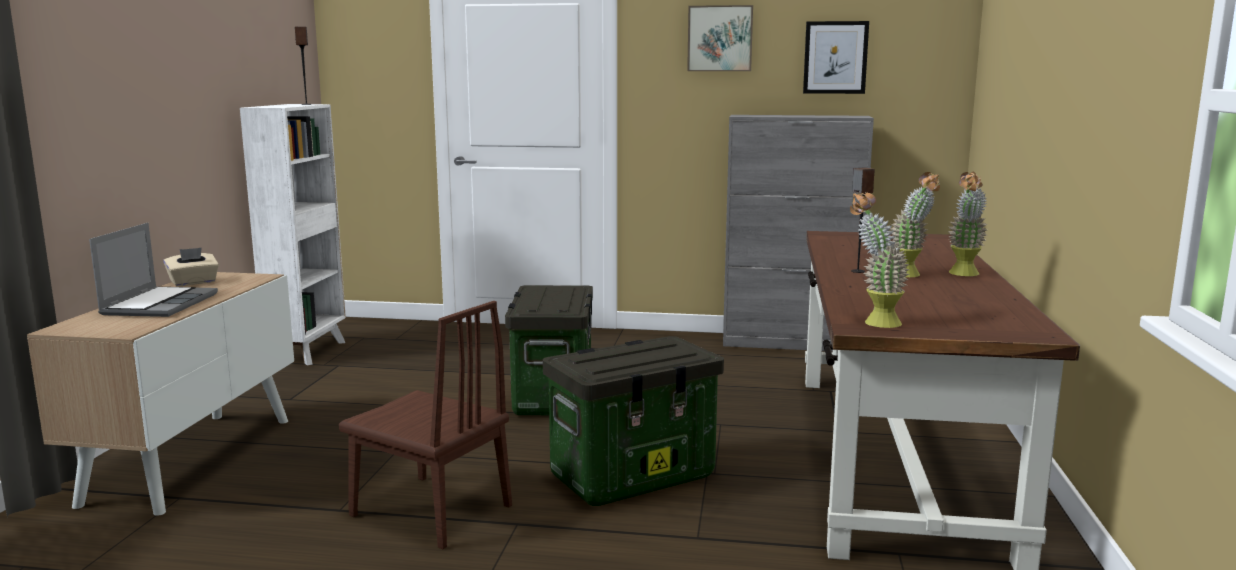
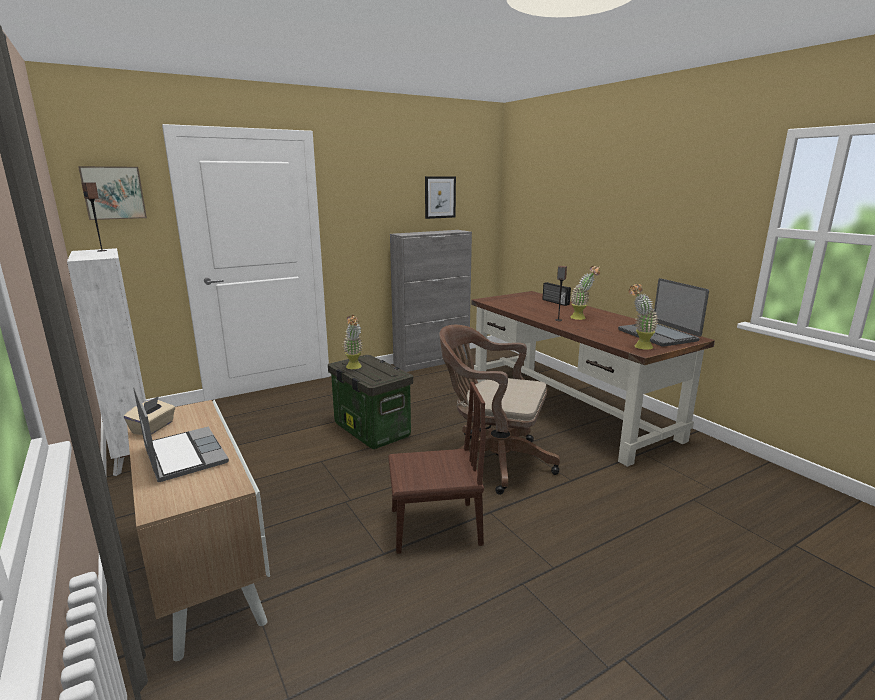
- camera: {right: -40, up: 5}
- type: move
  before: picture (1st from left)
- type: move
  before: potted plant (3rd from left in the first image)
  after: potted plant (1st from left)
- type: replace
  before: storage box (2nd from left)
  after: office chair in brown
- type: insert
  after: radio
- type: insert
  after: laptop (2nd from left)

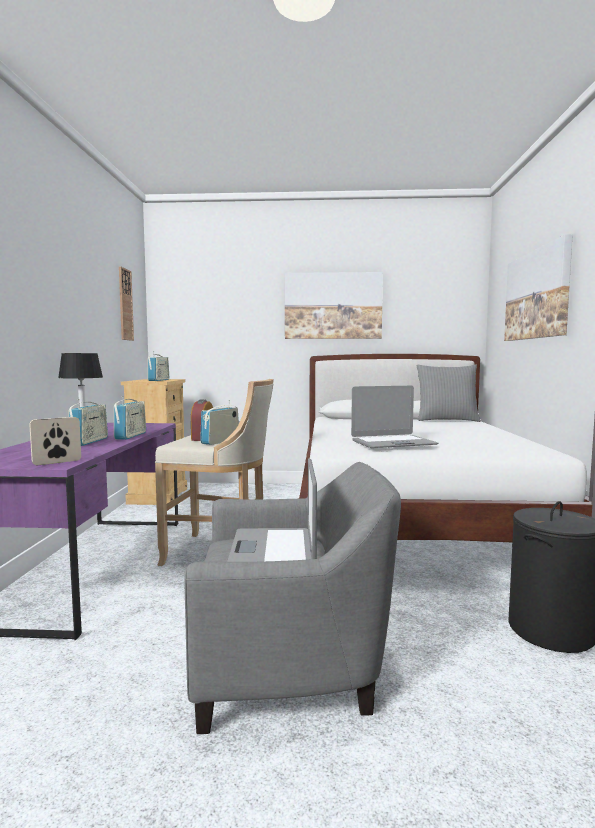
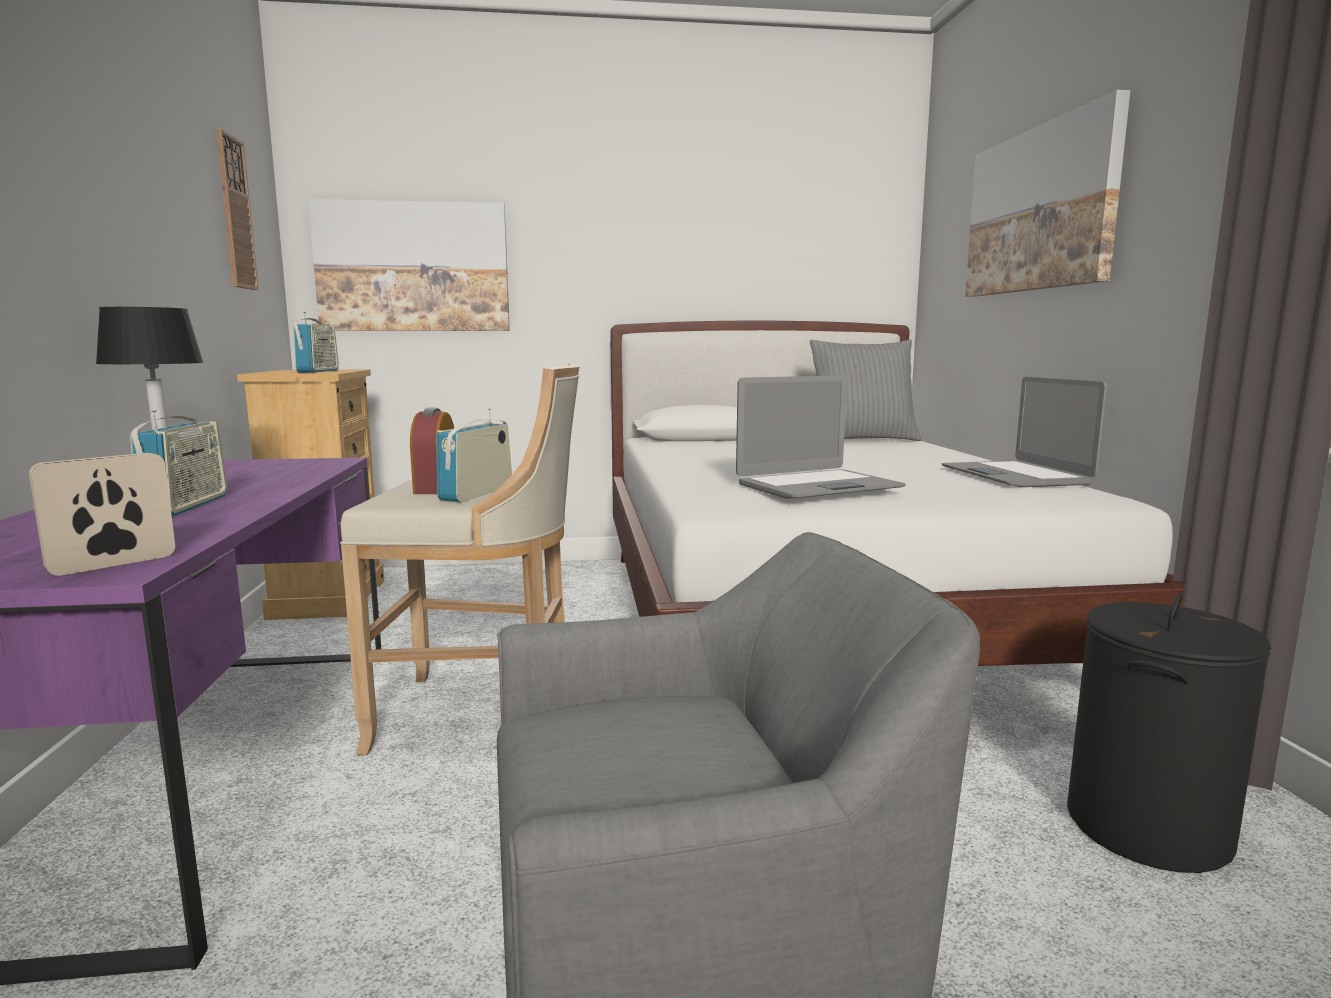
- camera: {right: -10, up: 5}
- type: move
  before: picture (1st from left)
- type: move
  before: laptop (1st from left in the first image)
  after: laptop (2nd from left)
- type: delete
  before: radio (2nd from left)

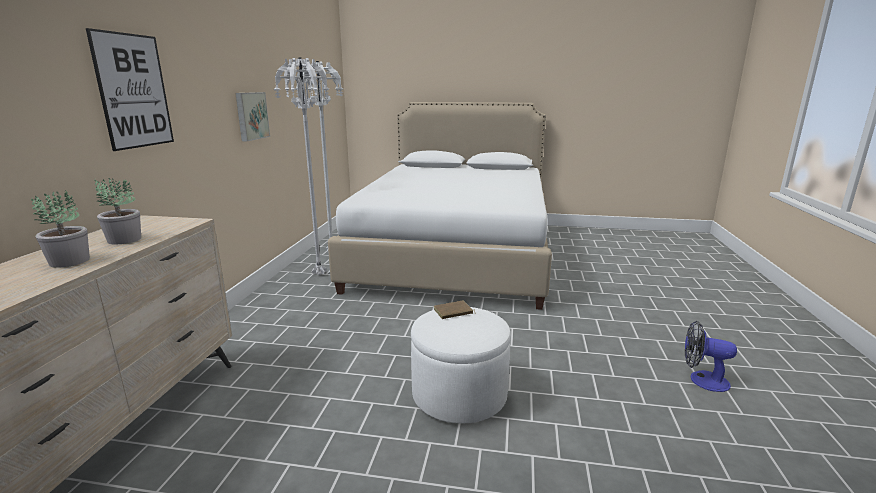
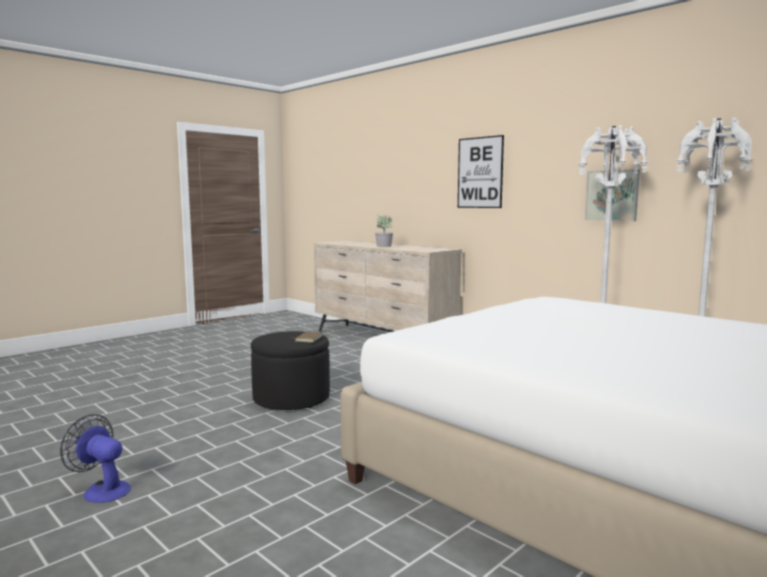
- camera: {right: 125, up: -10}
- type: rotate
  before: fan
  turn: -120
- type: recolor
  before: ottoman in white
  after: ottoman in black
- type: delete
  before: potted plant (2nd from left)

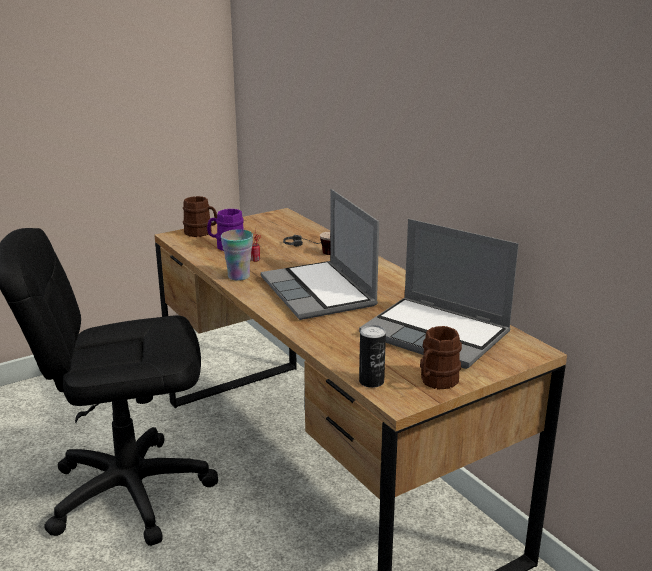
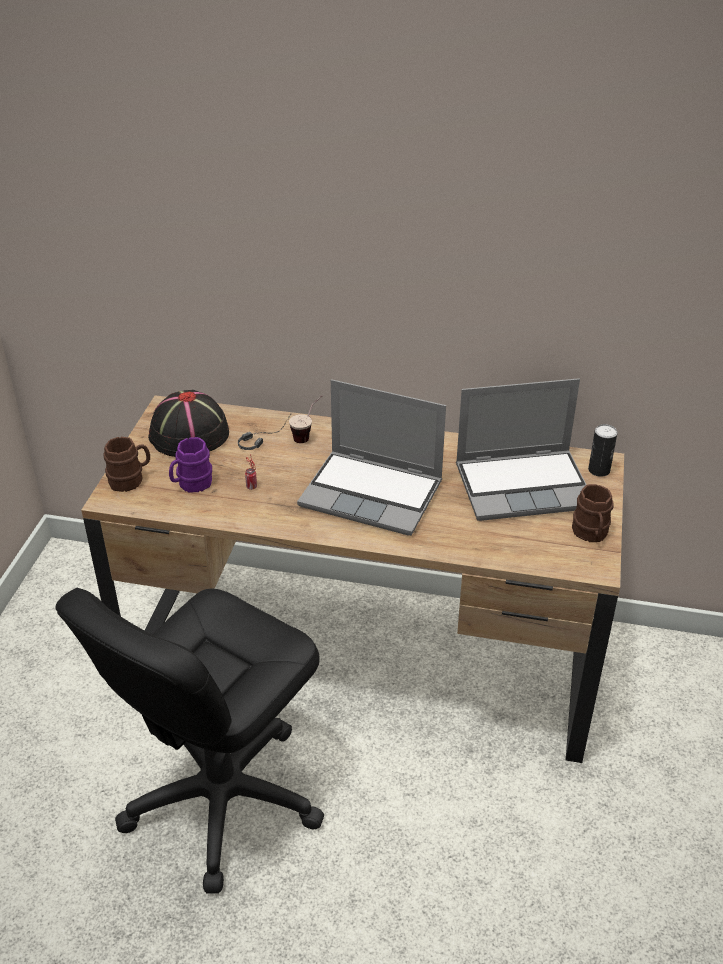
- camera: {right: -45, up: 15}
- type: insert
  after: hat in black
- type: move
  before: can (2nd from left)
- type: delete
  before: cup (1st from left)

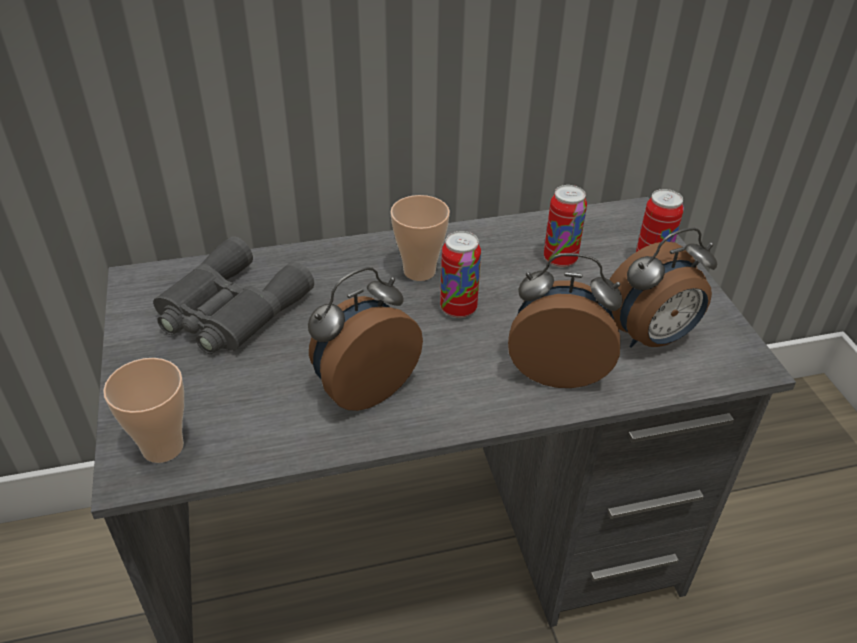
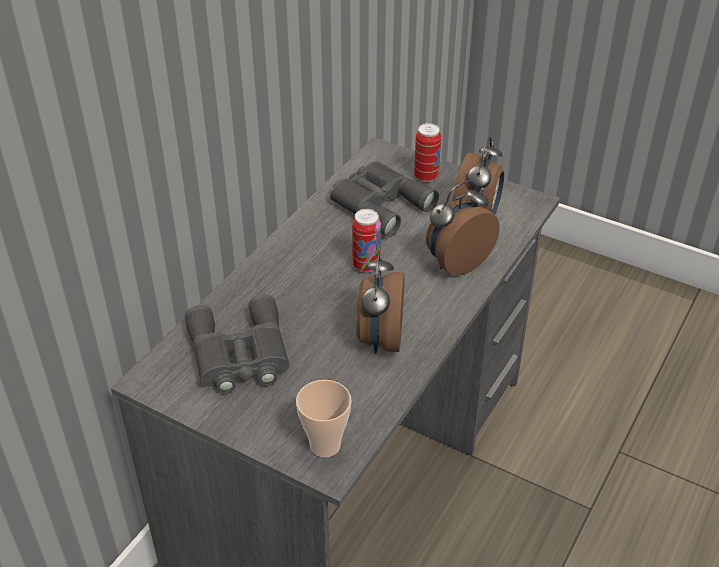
- camera: {right: -45, up: 0}
- type: replace
  before: can (2nd from left)
  after: binoculars in grey (2nd from left)
- type: delete
  before: cup (2nd from left)

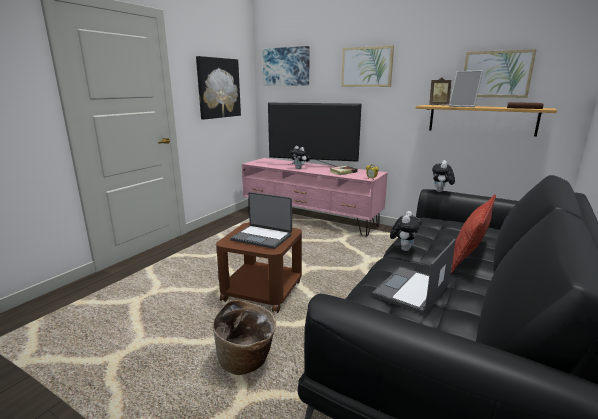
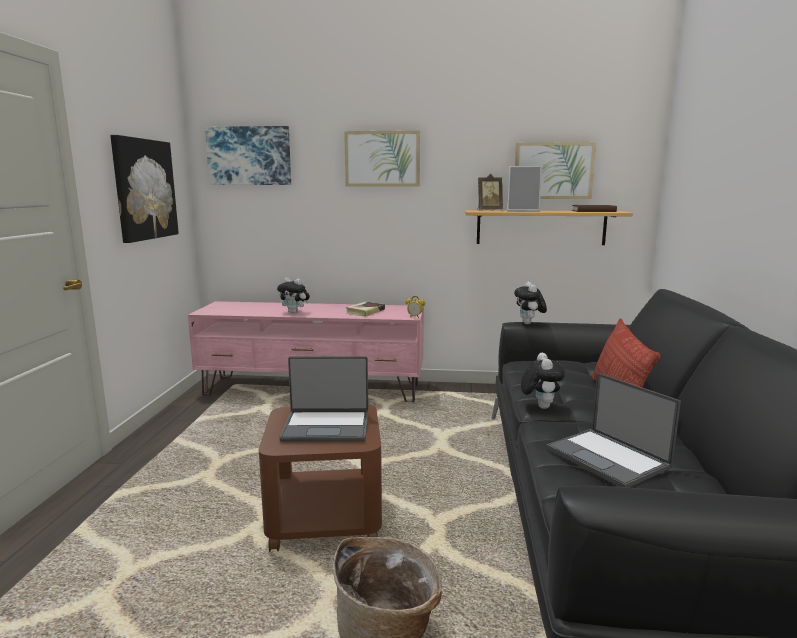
- camera: {right: -25, up: -5}
- type: rotate
  before: laptop (2nd from left)
  turn: -45
- type: delete
  before: television

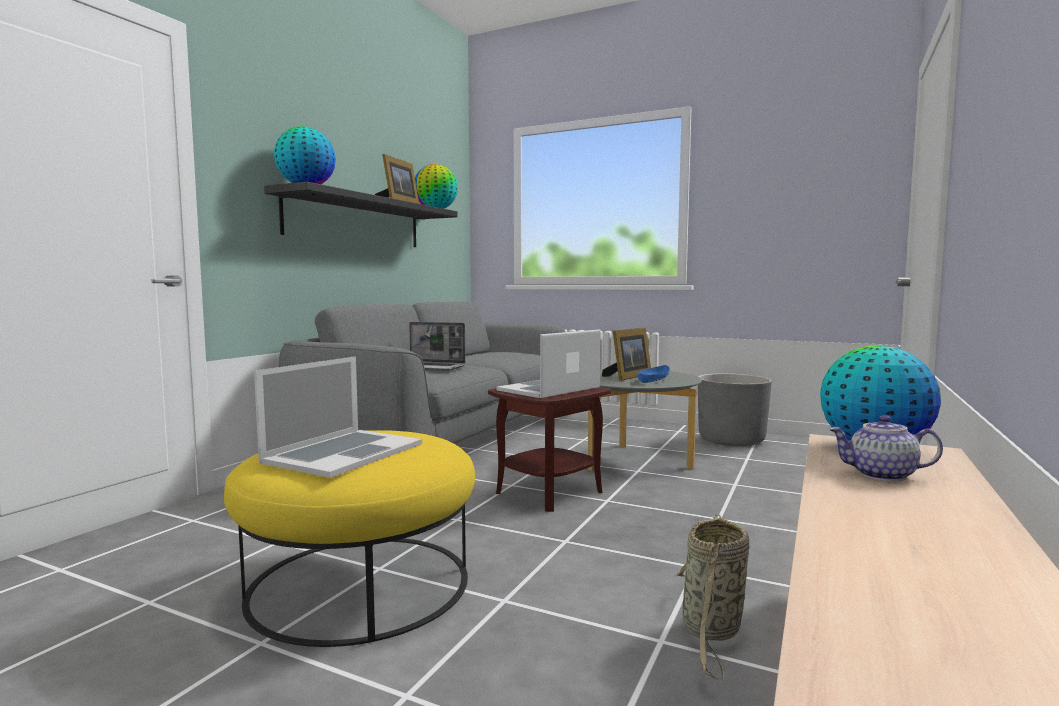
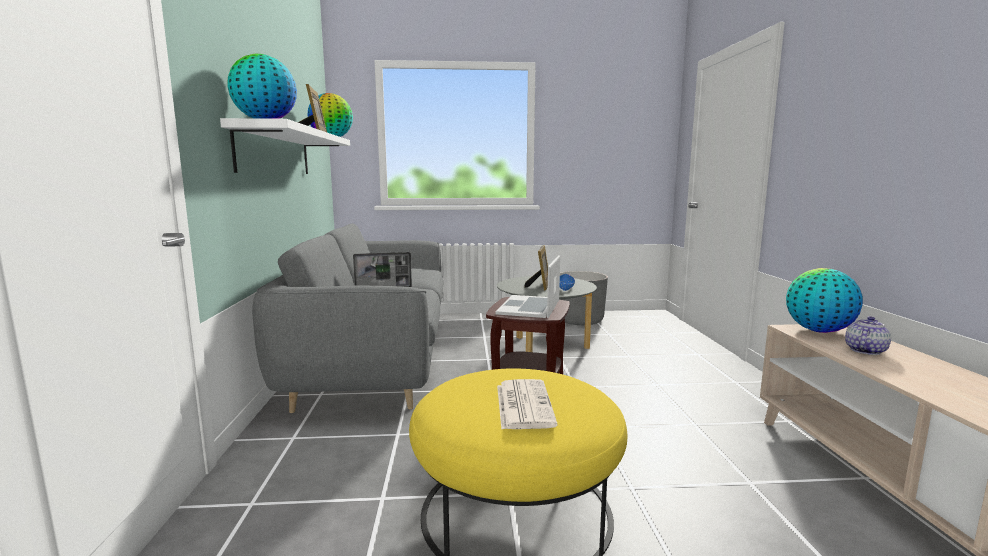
- camera: {right: -30, up: 5}
- type: recolor
  before: shelf in black
  after: shelf in white
- type: replace
  before: laptop (1st from left)
  after: newspaper
- type: rotate
  before: teapot
  turn: 150
- type: delete
  before: basket

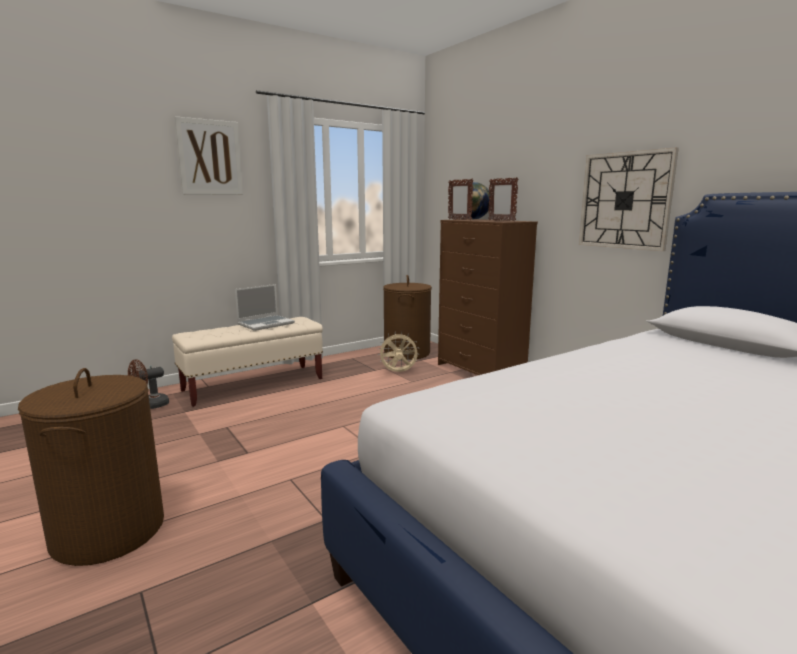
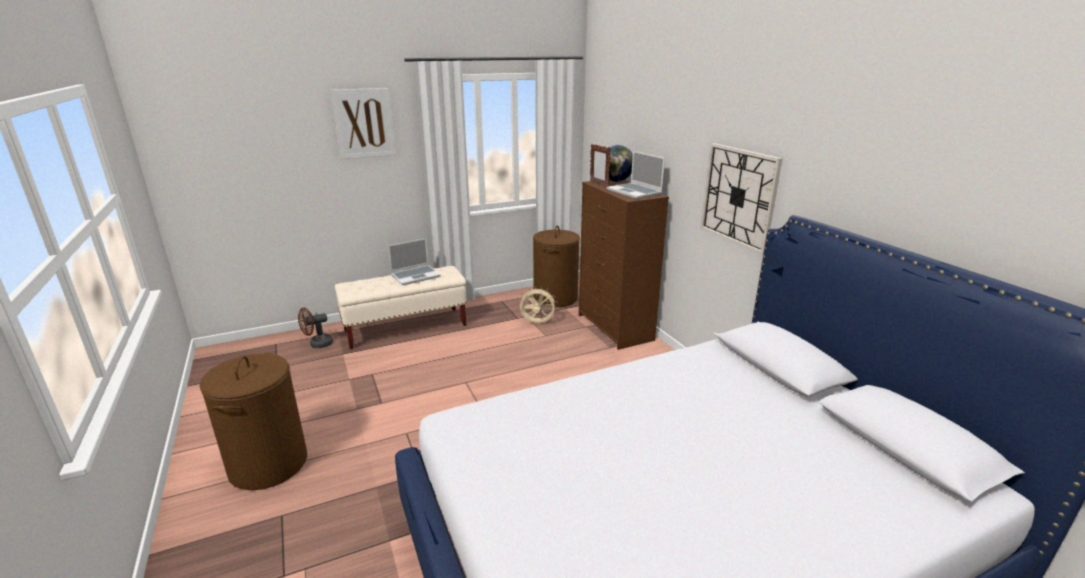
- camera: {right: 10, up: 10}
- type: replace
  before: picture frame (2nd from left)
  after: laptop (2nd from left)

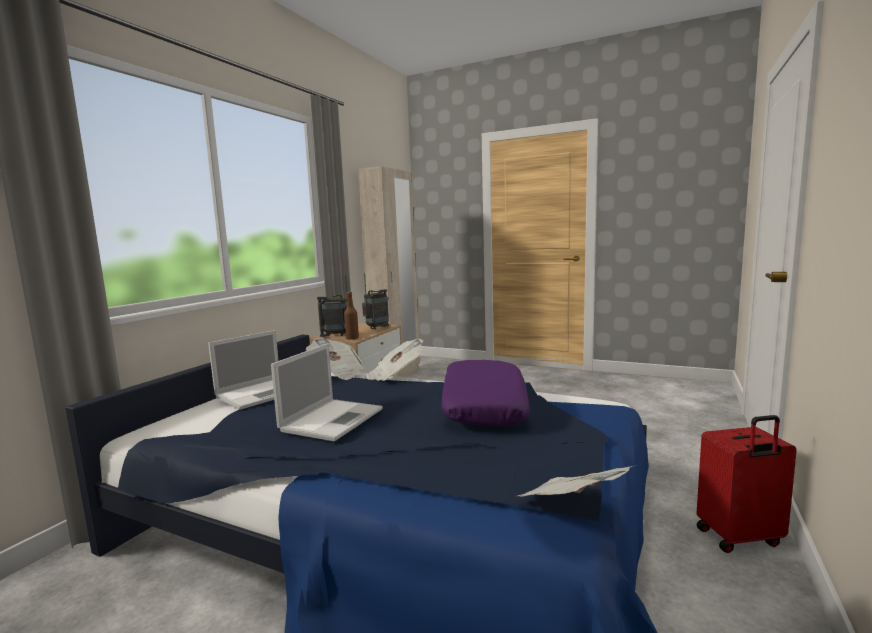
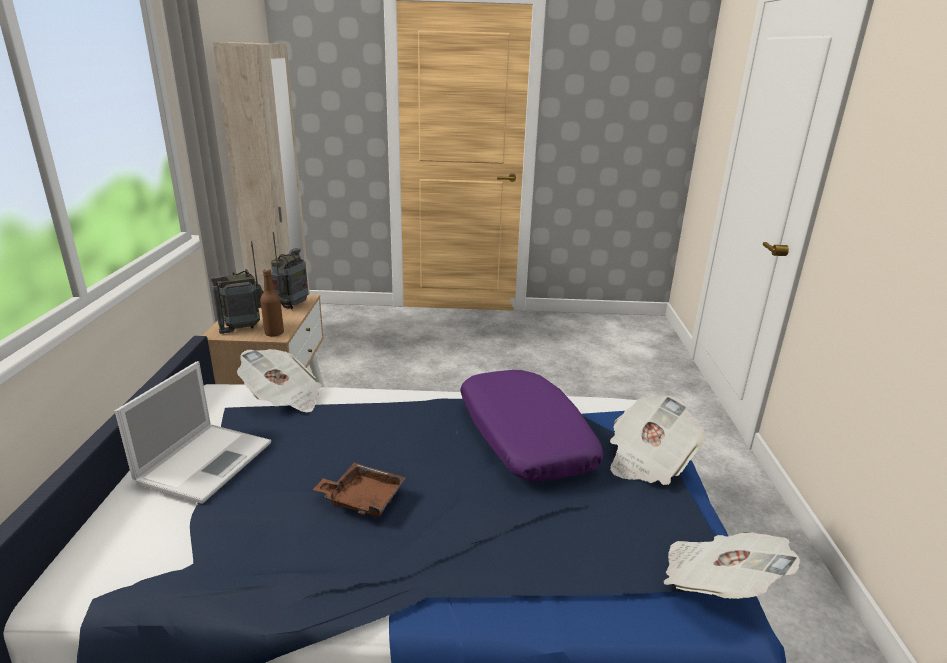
- camera: {right: -25, up: 15}
- type: replace
  before: laptop (2nd from left)
  after: tray in brown
- type: move
  before: newspaper (2nd from left)
- type: delete
  before: suitcase in red

